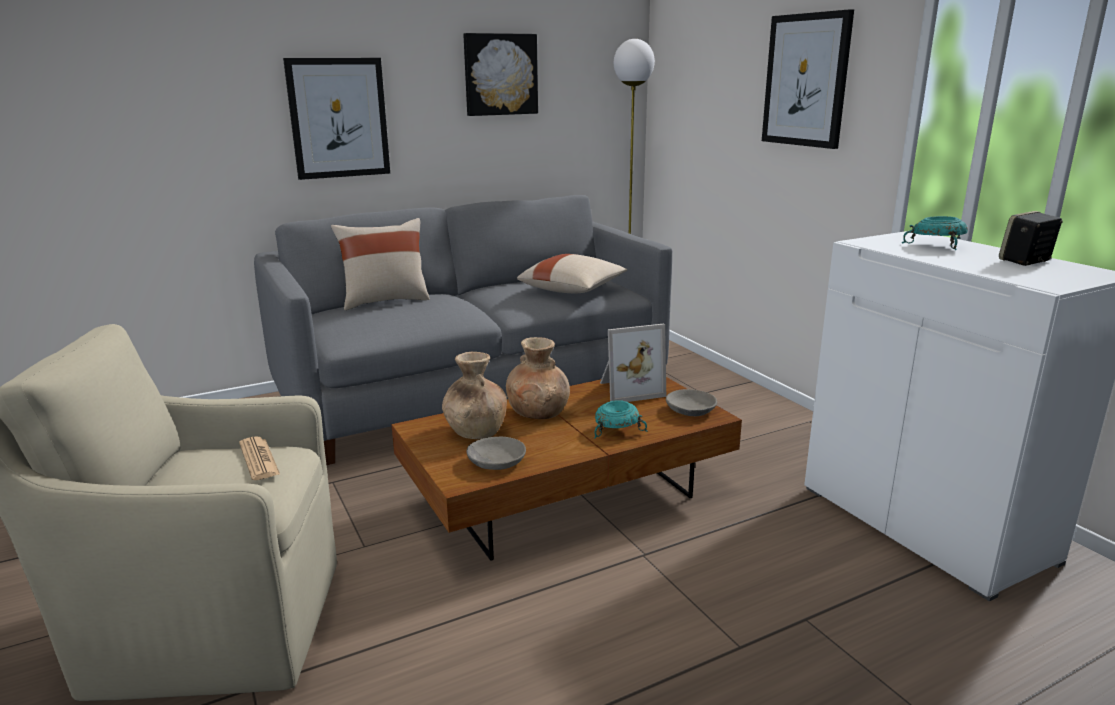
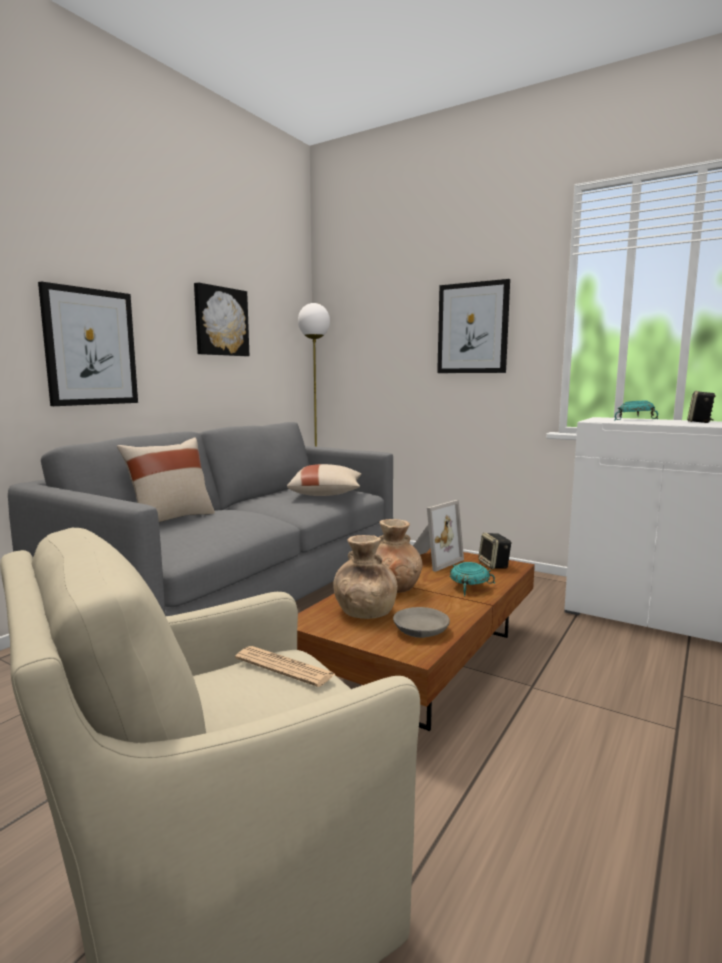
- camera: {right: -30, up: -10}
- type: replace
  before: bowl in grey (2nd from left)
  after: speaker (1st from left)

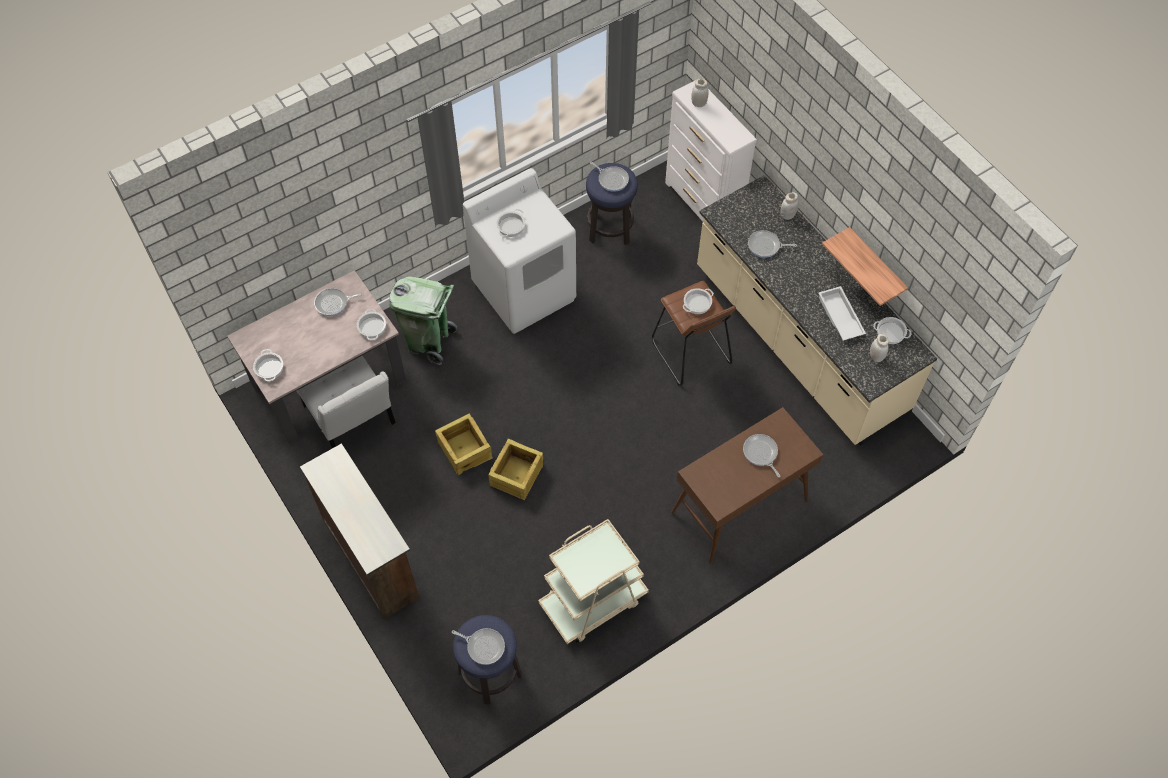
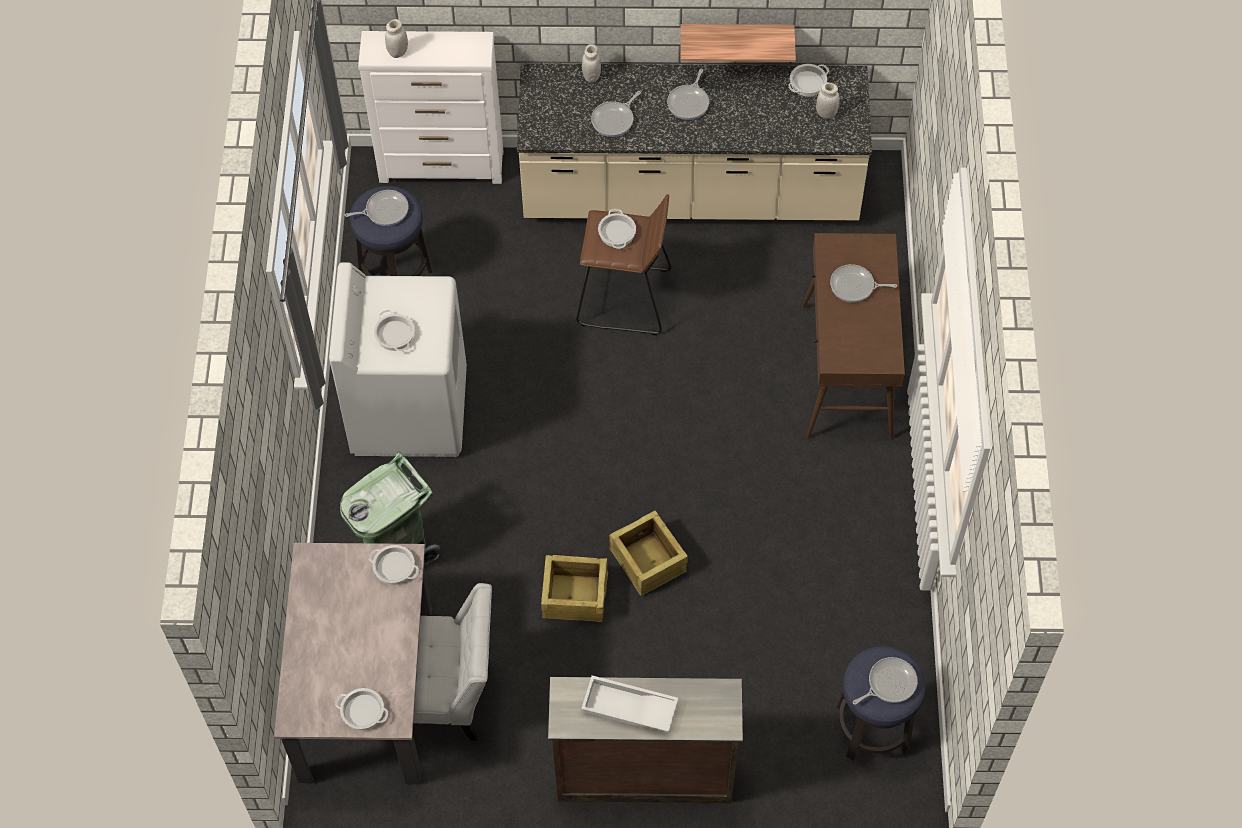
- camera: {right: -55, up: 0}
- type: move
  before: tray in white
- type: move
  before: frying pan (1st from left in the first image)
  after: frying pan (3rd from left)
- type: delete
  before: cart in beige

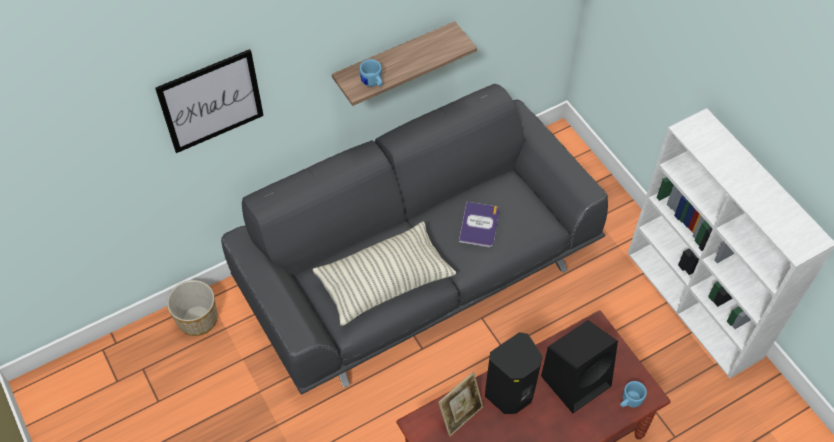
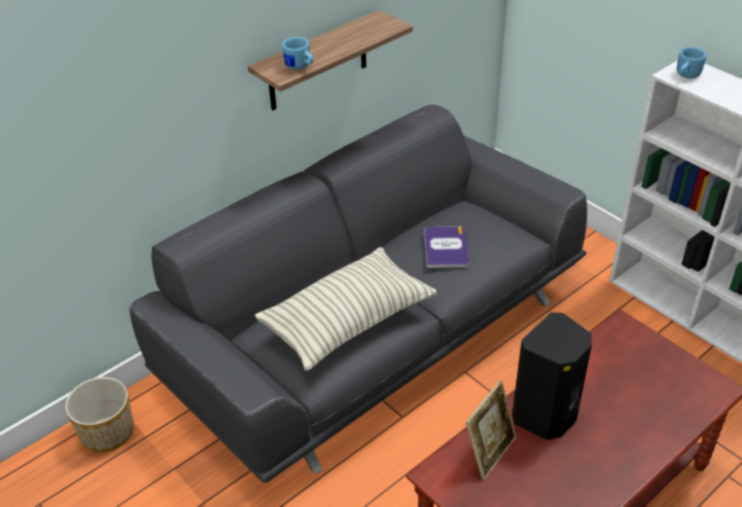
- camera: {right: -10, up: -15}
- type: move
  before: mug in blue (2nd from left)
- type: delete
  before: picture
- type: delete
  before: speaker in black (2nd from left)

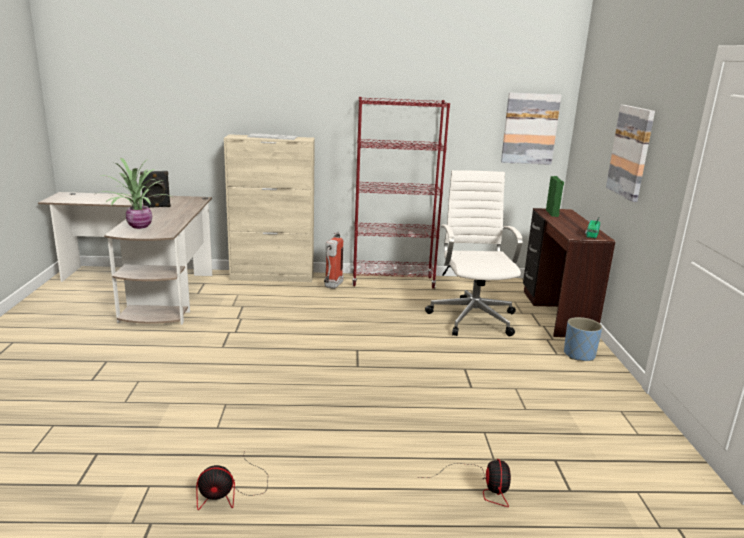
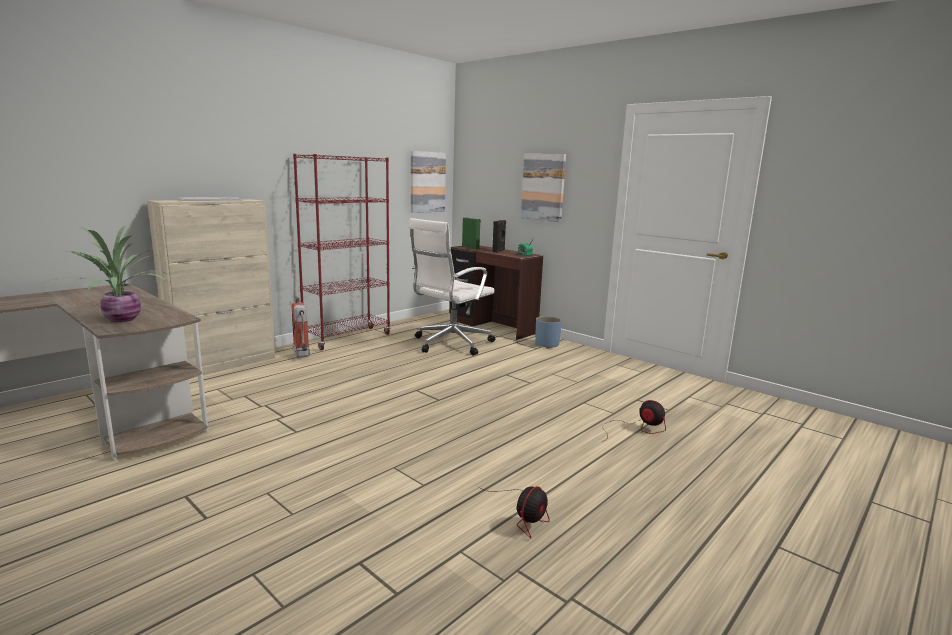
- camera: {right: -45, up: -5}
- type: rotate
  before: office chair in white
  turn: -90
- type: move
  before: speaker in black

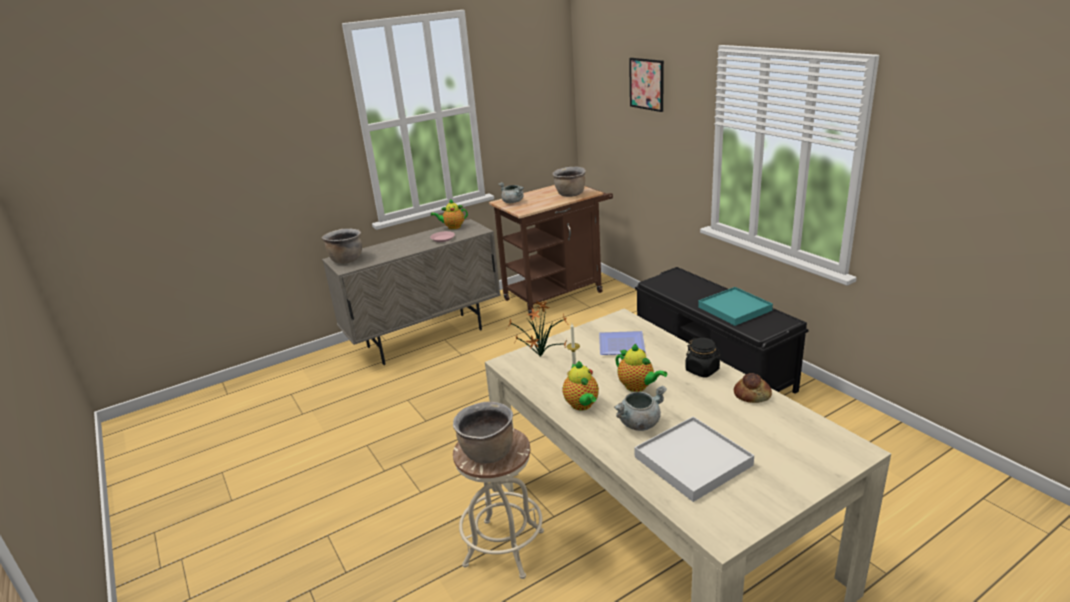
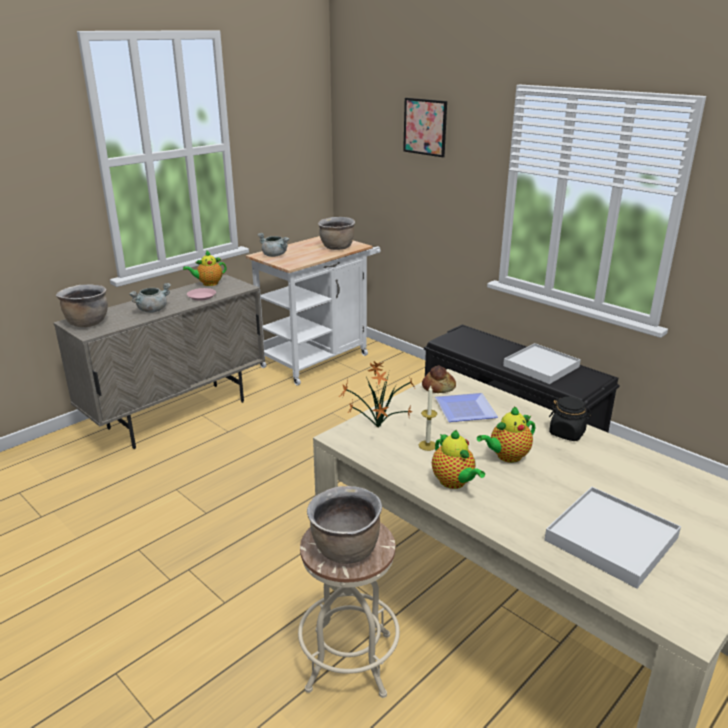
- camera: {right: -15, up: 0}
- type: move
  before: cooking pot in grey (2nd from left in the first image)
  after: cooking pot in grey (1st from left)
- type: recolor
  before: cart in brown
  after: cart in white
- type: move
  before: bread
- type: rotate
  before: teapot (3rd from left)
  turn: 120
- type: recolor
  before: tray in turquoise
  after: tray in white (1st from left)

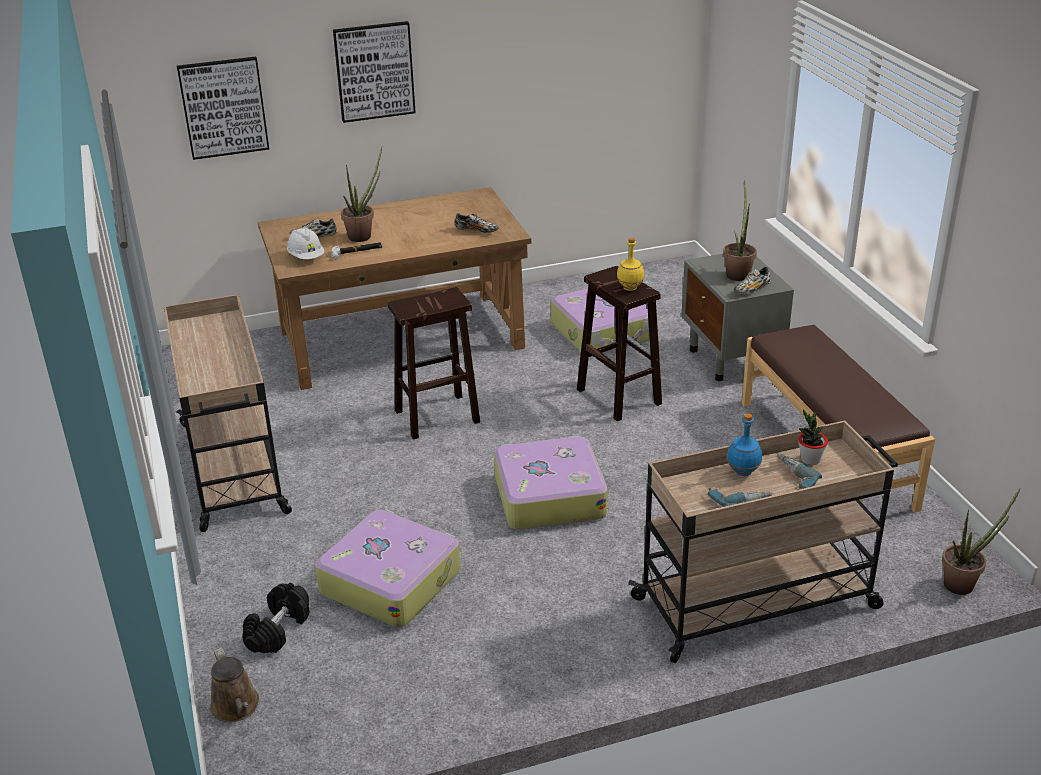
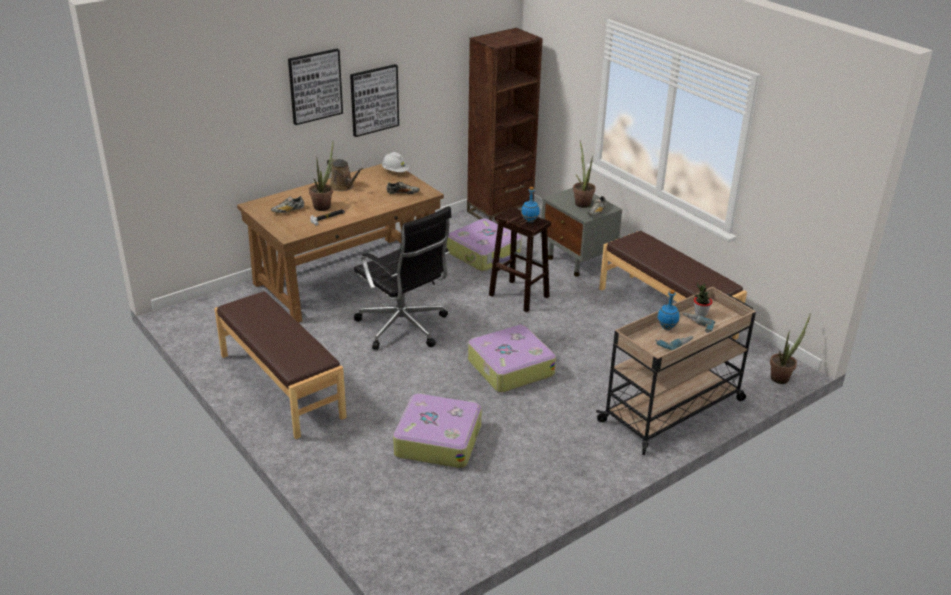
- camera: {right: -20, up: 0}
- type: replace
  before: cart in beige (1st from left)
  after: bench in brown (1st from left)
- type: move
  before: watering can in brown
- type: move
  before: picture (1st from left in the first image)
  after: picture (2nd from left)
- type: replace
  before: stool in brown (1st from left)
  after: office chair in black
- type: move
  before: hard hat in white
- type: insert
  after: bookcase in brown
- type: recolor
  before: bottle in yellow
  after: bottle in blue (1st from left)
- type: delete
  before: dumbbell in black

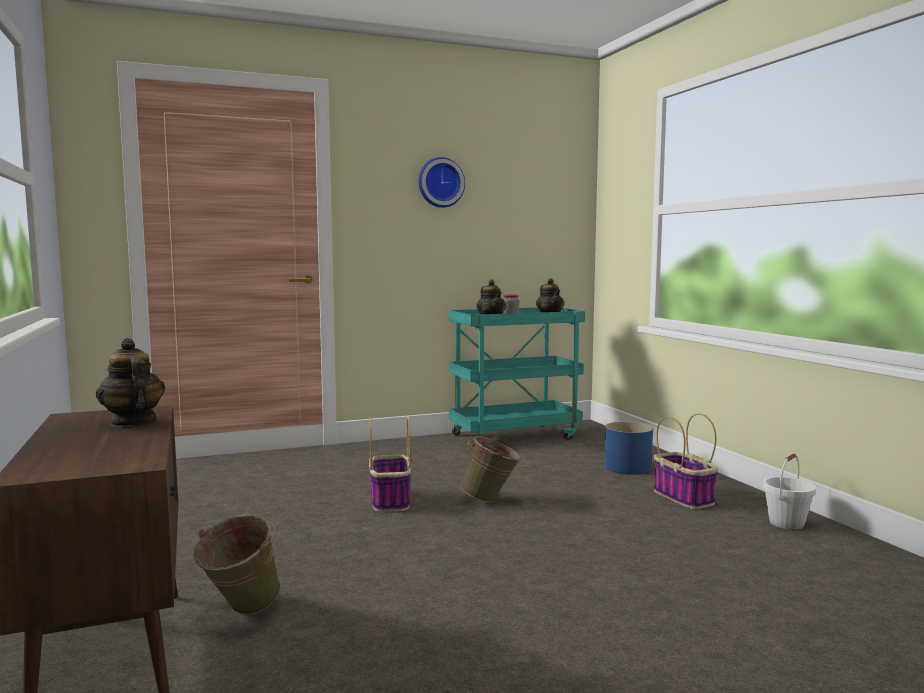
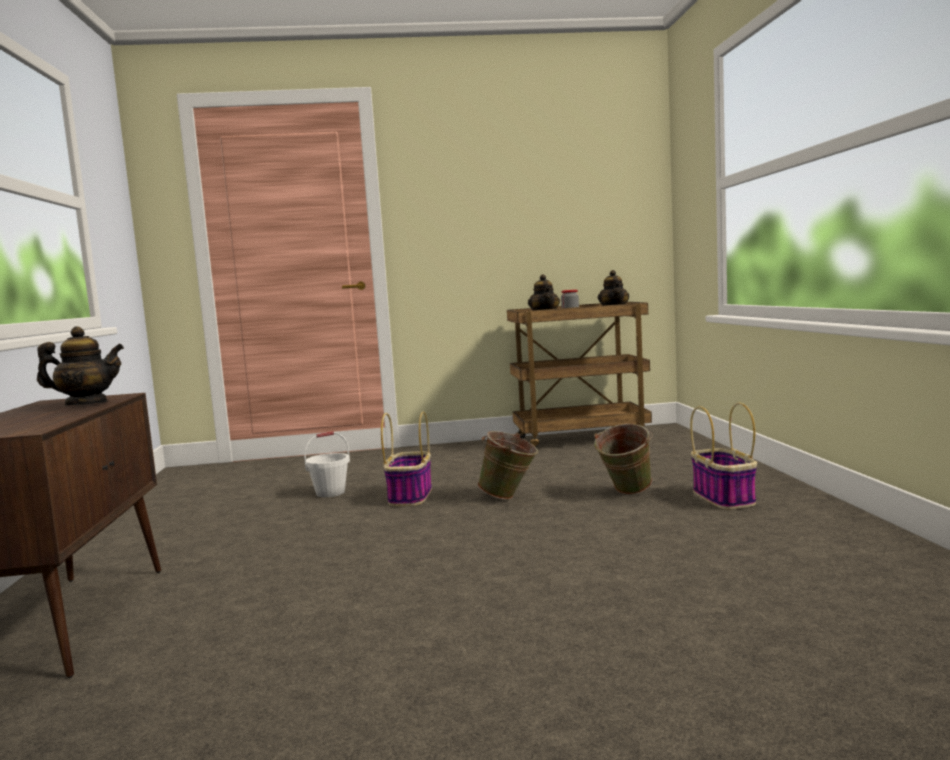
- camera: {right: 15, up: 0}
- type: rotate
  before: teapot (1st from left)
  turn: 105
- type: move
  before: bucket in white
- type: recolor
  before: cart in turquoise
  after: cart in brown
- type: move
  before: bucket in green (1st from left in the first image)
  after: bucket in green (2nd from left)
- type: delete
  before: wall clock
- type: delete
  before: planter in blue

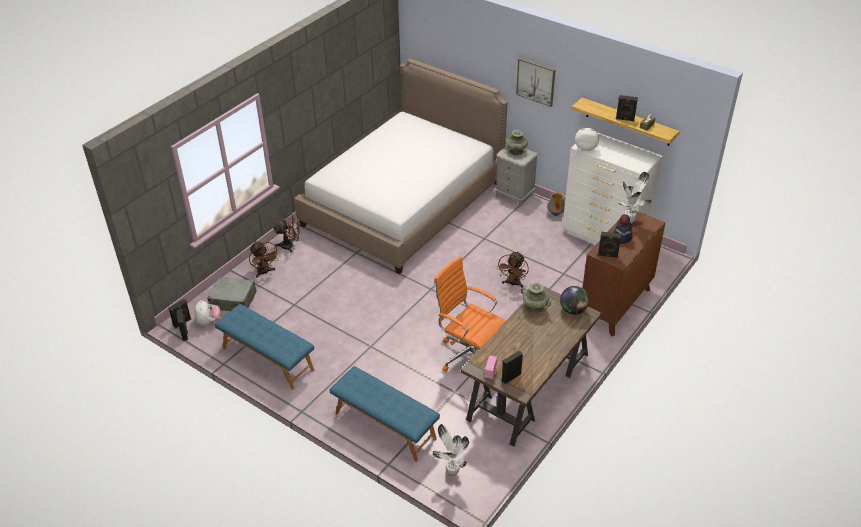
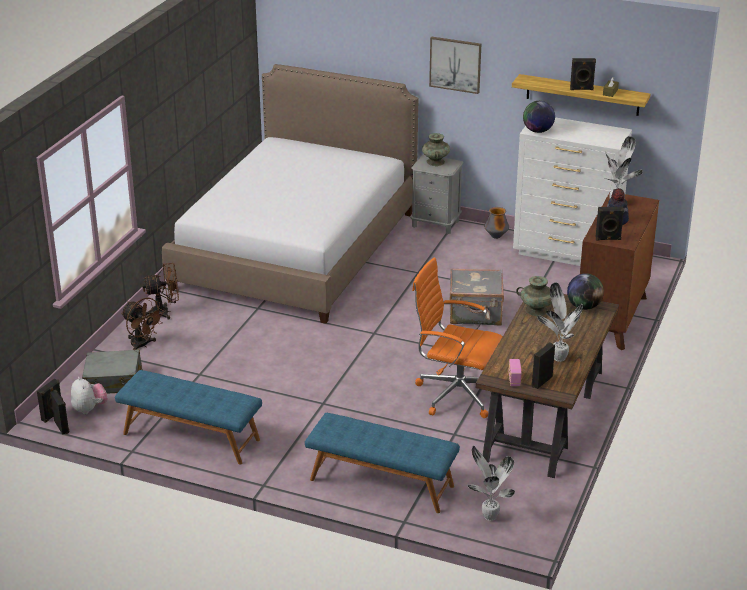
- camera: {right: -15, up: -10}
- type: replace
  before: fan in brown (3rd from left)
  after: suitcase in grey (2nd from left)
- type: replace
  before: plush toy (2nd from left)
  after: globe (1st from left)
- type: insert
  after: potted plant (2nd from left)

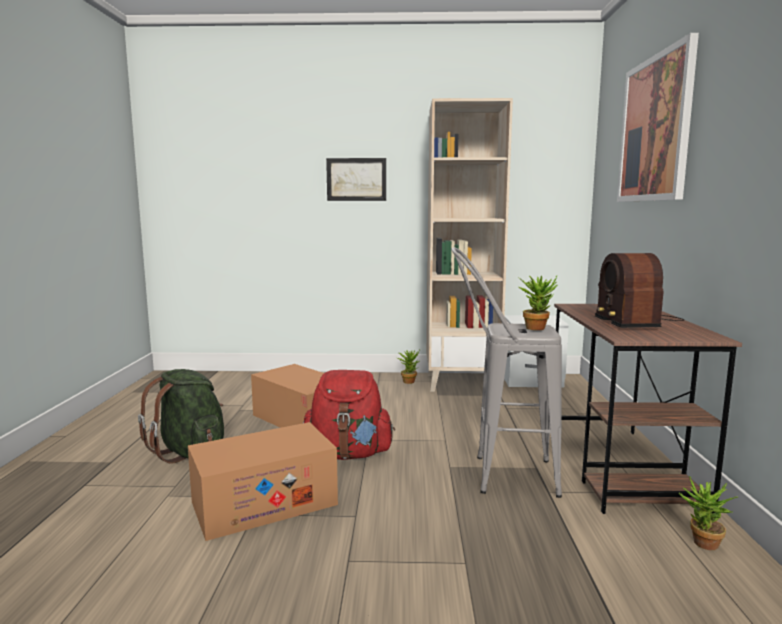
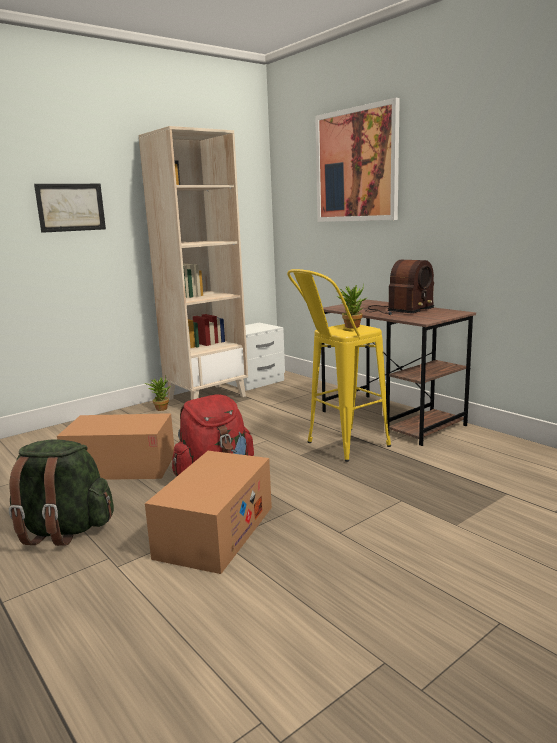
- camera: {right: -40, up: 5}
- type: recolor
  before: stool in grey
  after: stool in yellow
- type: rotate
  before: radio
  turn: -90
- type: delete
  before: potted plant (3rd from left)

